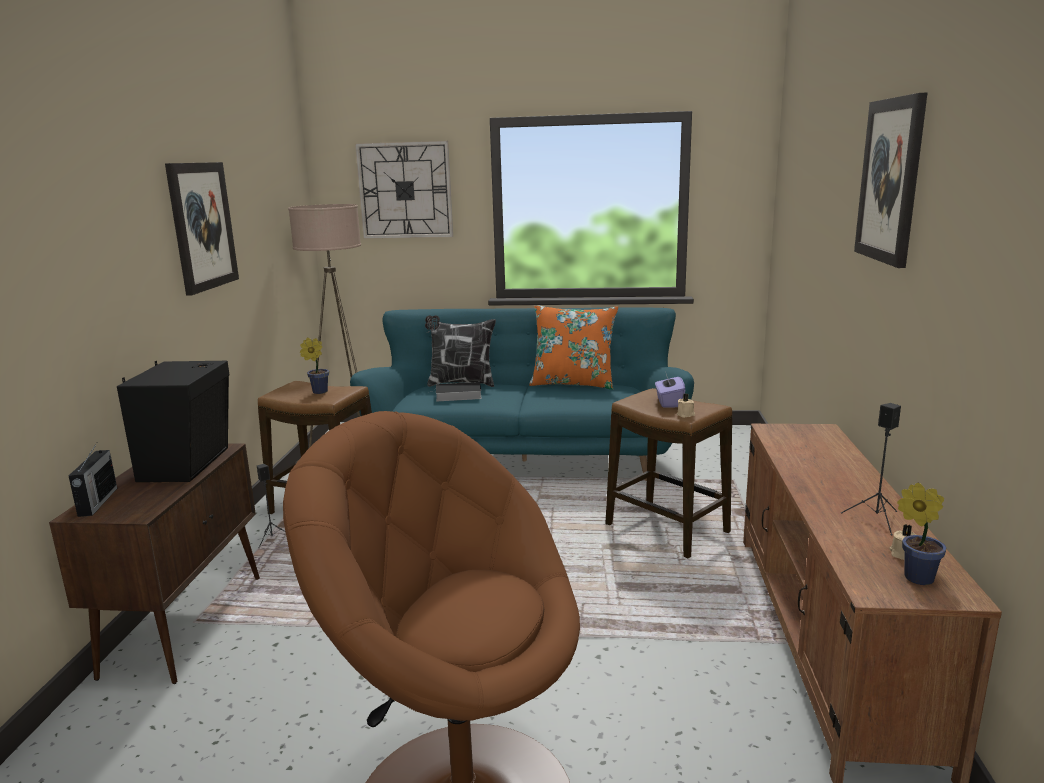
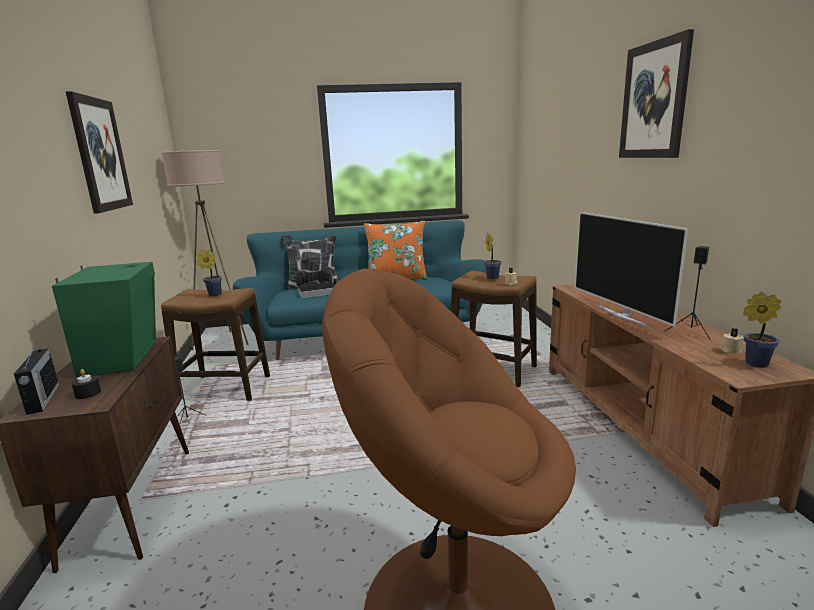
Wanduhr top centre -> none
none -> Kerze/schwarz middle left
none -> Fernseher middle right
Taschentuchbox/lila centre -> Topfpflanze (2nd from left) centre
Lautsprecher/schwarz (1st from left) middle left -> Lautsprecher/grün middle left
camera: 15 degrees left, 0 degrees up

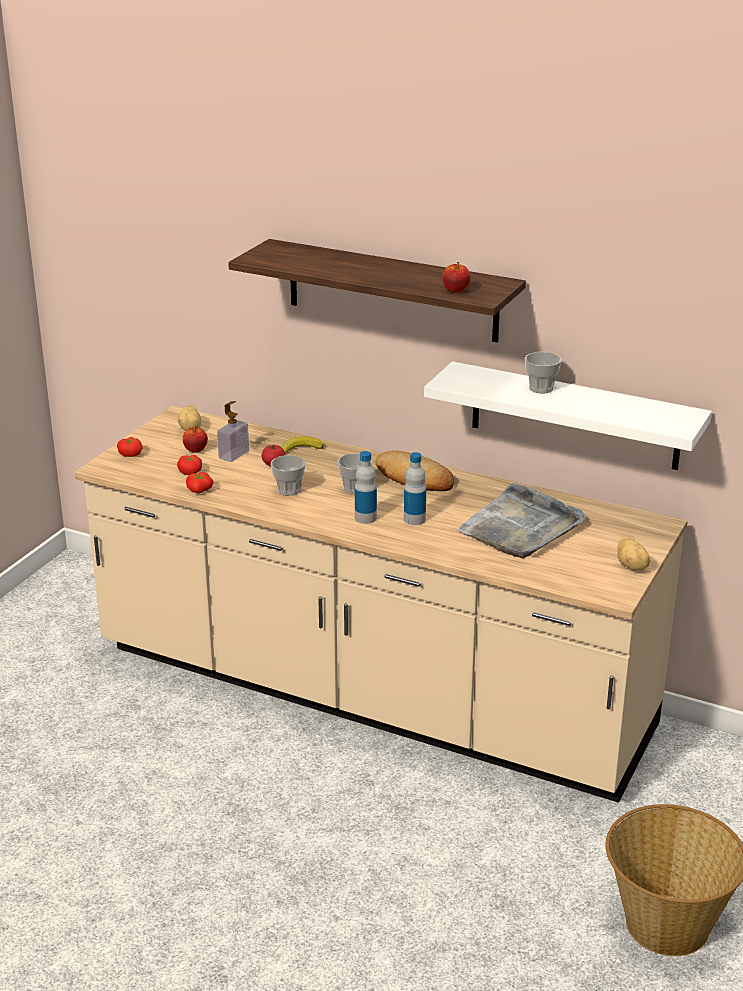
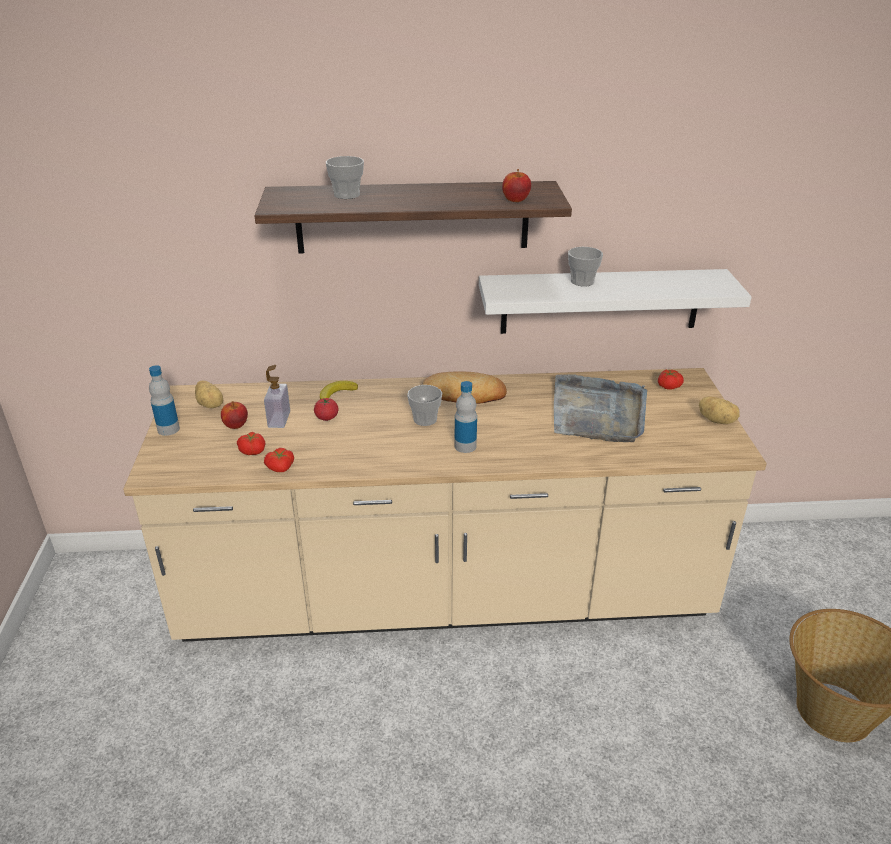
Tomate (1st from left in the first image) middle left -> Tomate (4th from left) middle right, move
Tasse (1st from left) centre -> Tasse (1st from left) top centre, move
Flasche (2nd from left in the first image) centre -> Flasche (1st from left) middle left, move
camera: 30 degrees left, 5 degrees up

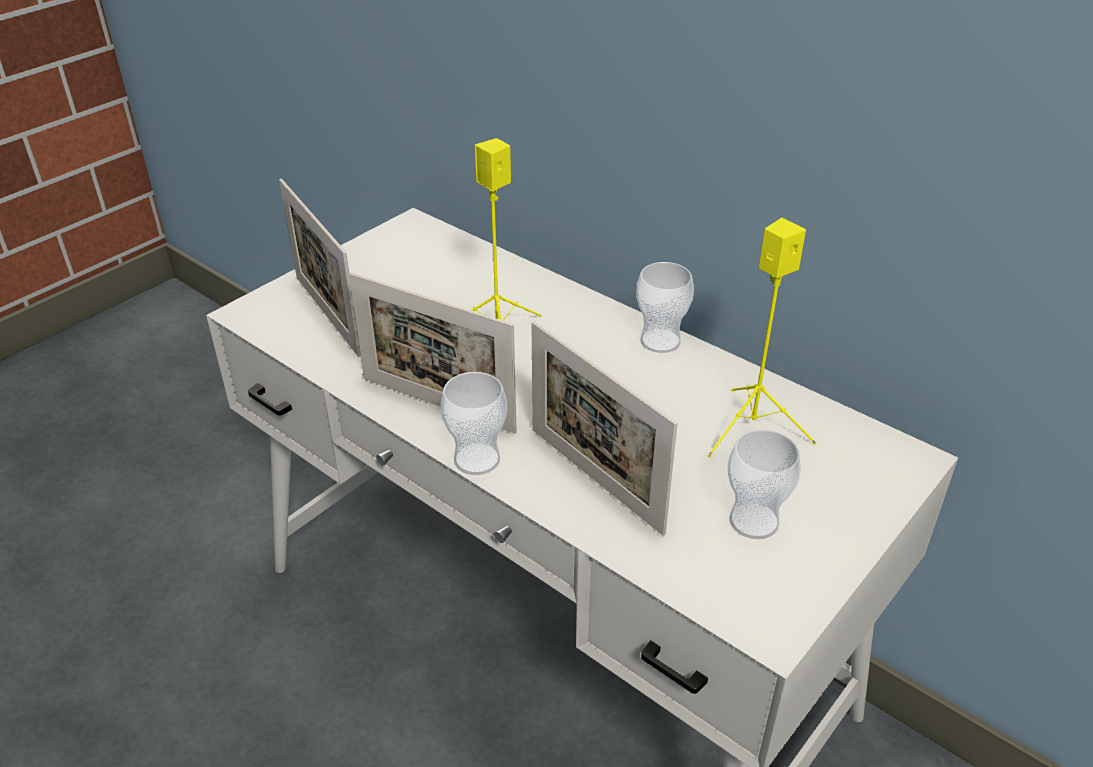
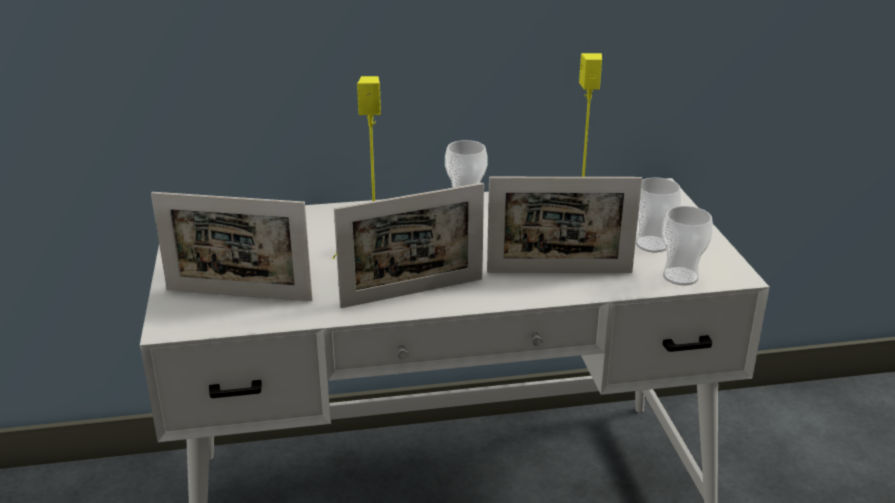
Tasse (1st from left in the first image) centre -> Tasse (3rd from left) middle right, move
camera: 50 degrees left, 10 degrees down

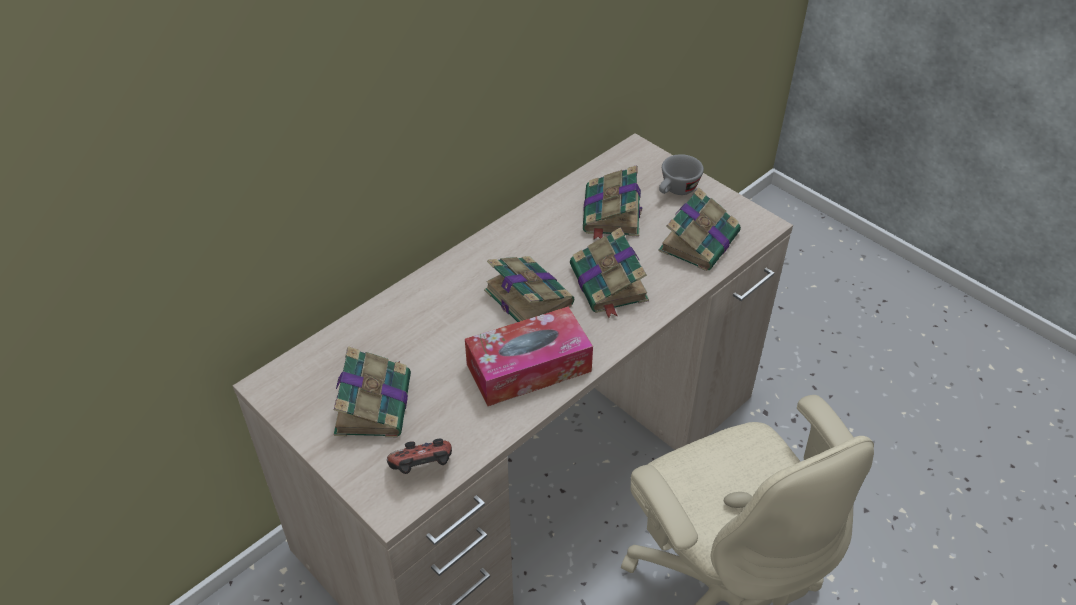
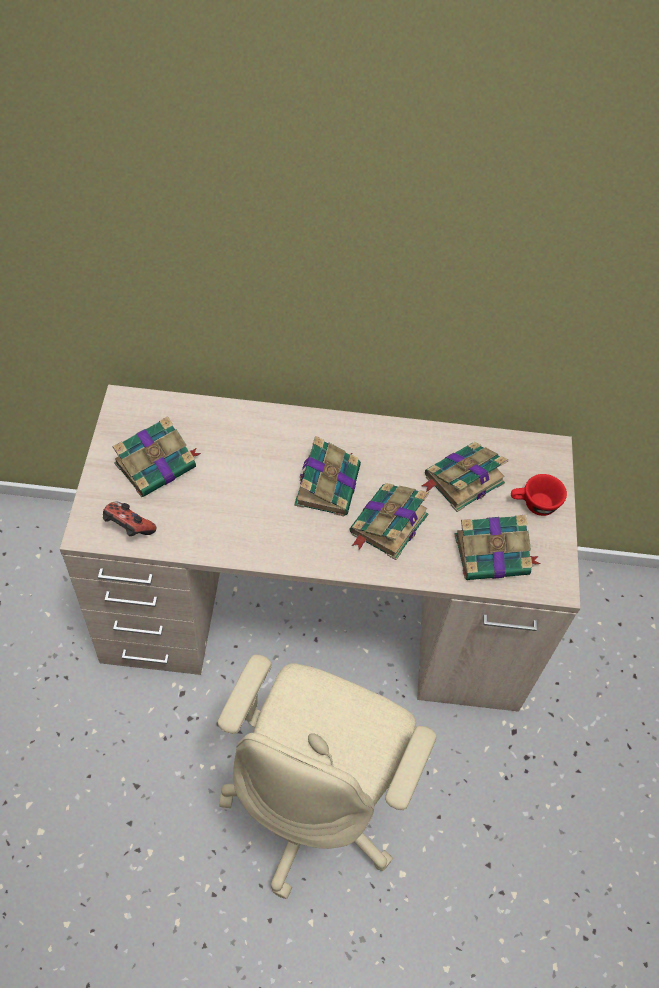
Taschentuchbox centre -> none
Tasse/grau top centre -> Tasse/rot middle right
camera: 45 degrees right, 10 degrees up

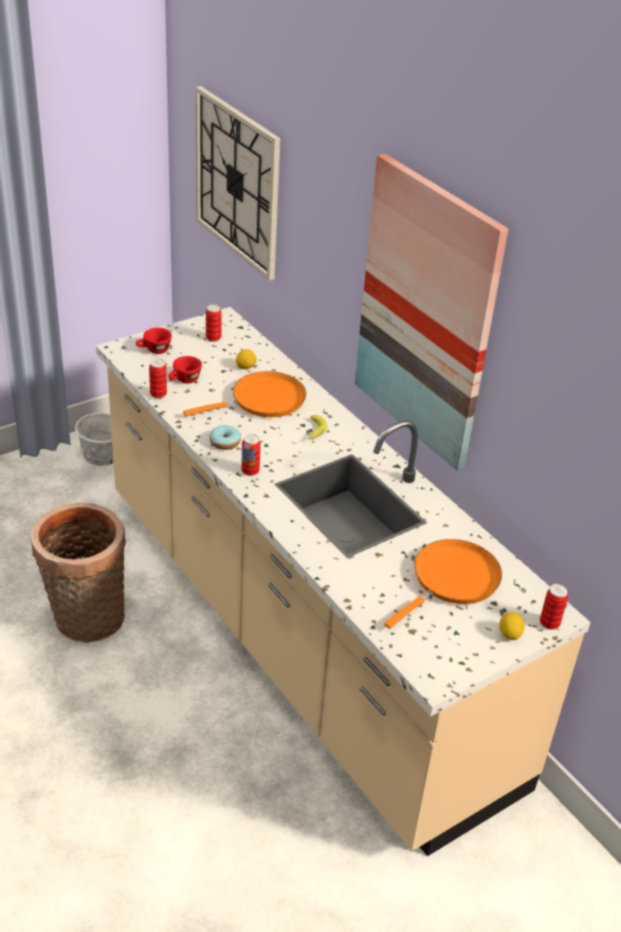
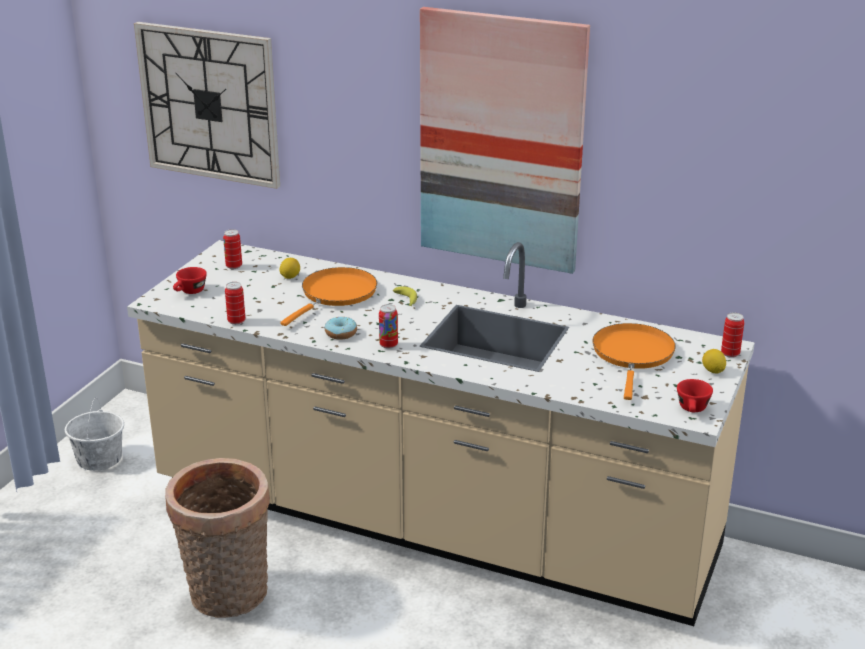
Tasse/rot (2nd from left) middle left -> Tasse/rot (2nd from left) middle right, move
camera: 30 degrees left, 10 degrees down

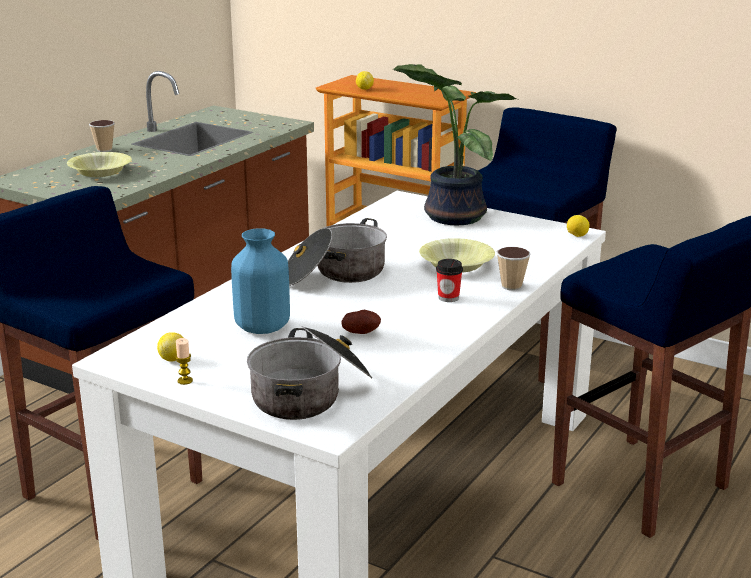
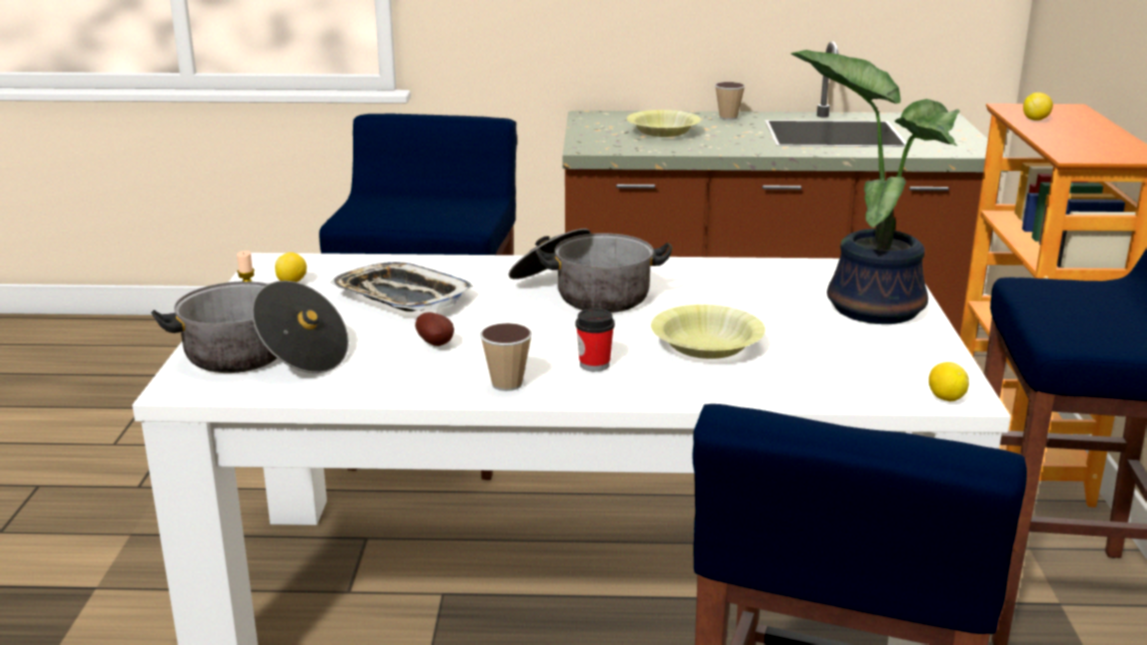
Tasse (3rd from left in the first image) middle right -> Tasse (1st from left) centre, move
Vase/blau centre -> Tablett centre
camera: 60 degrees right, 0 degrees up

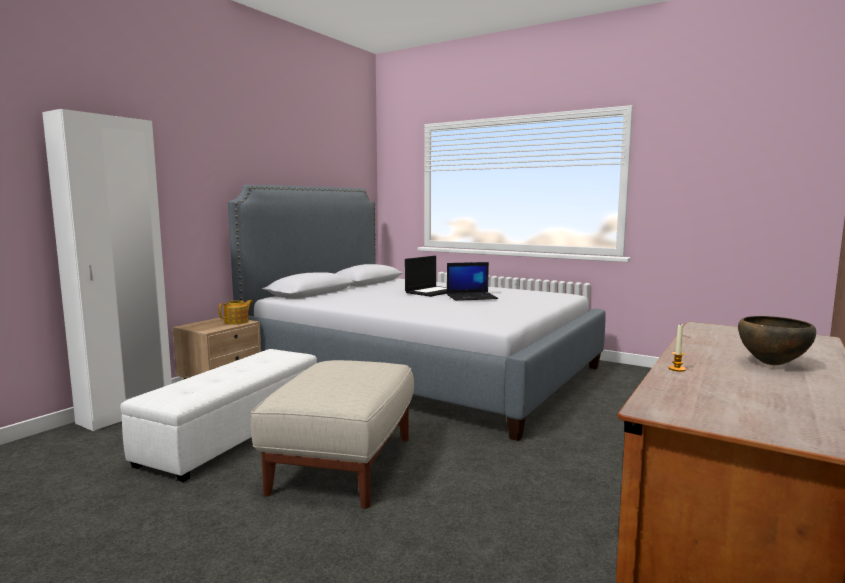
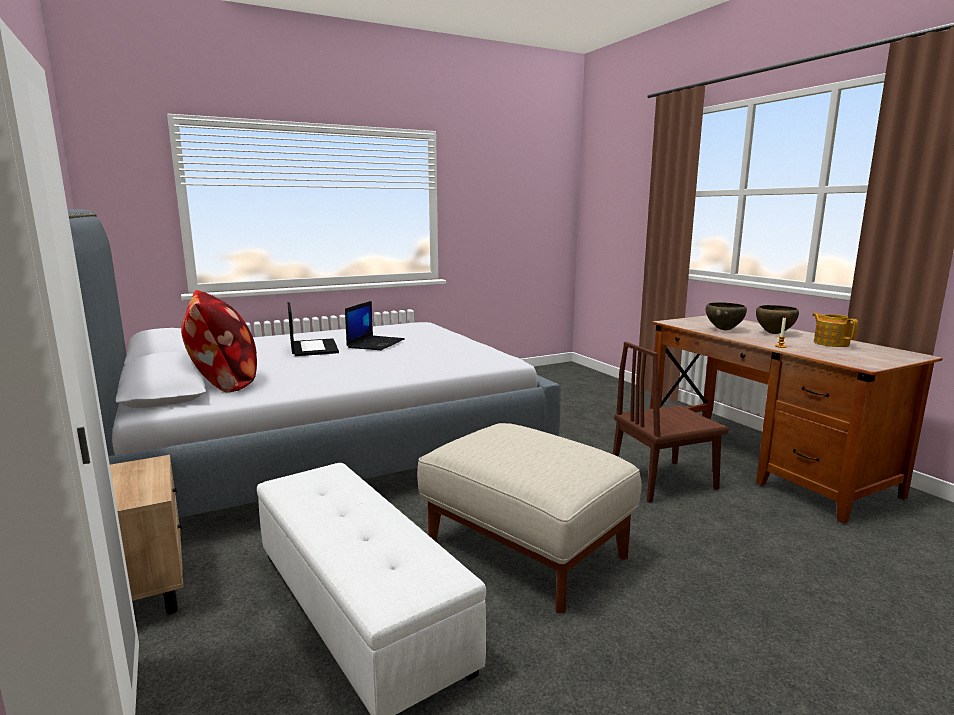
none -> Kissen middle left
none -> Stuhl/braun middle right
none -> Schüssel/braun (1st from left) middle right
Teekanne middle left -> Teekanne middle right, move
camera: 60 degrees left, 5 degrees up

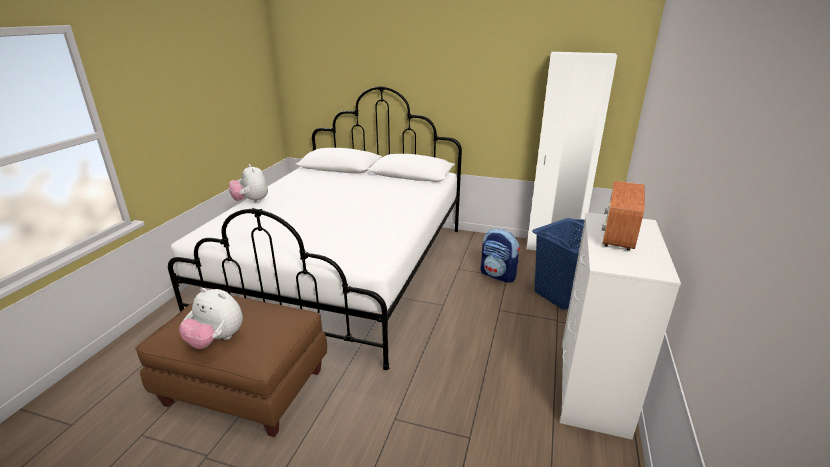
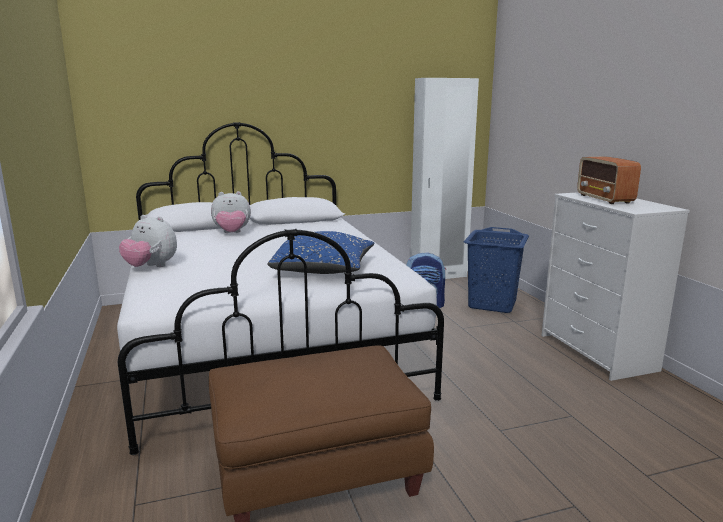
none -> Kissen/blau centre
Plüschtier (1st from left in the first image) bottom left -> Plüschtier (2nd from left) middle left, move
camera: 35 degrees left, 10 degrees down

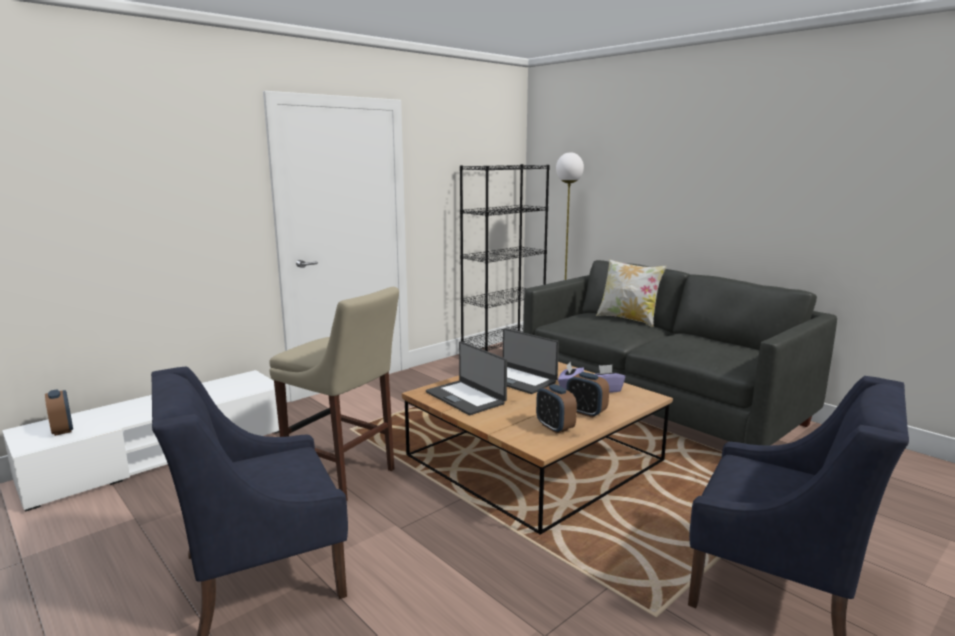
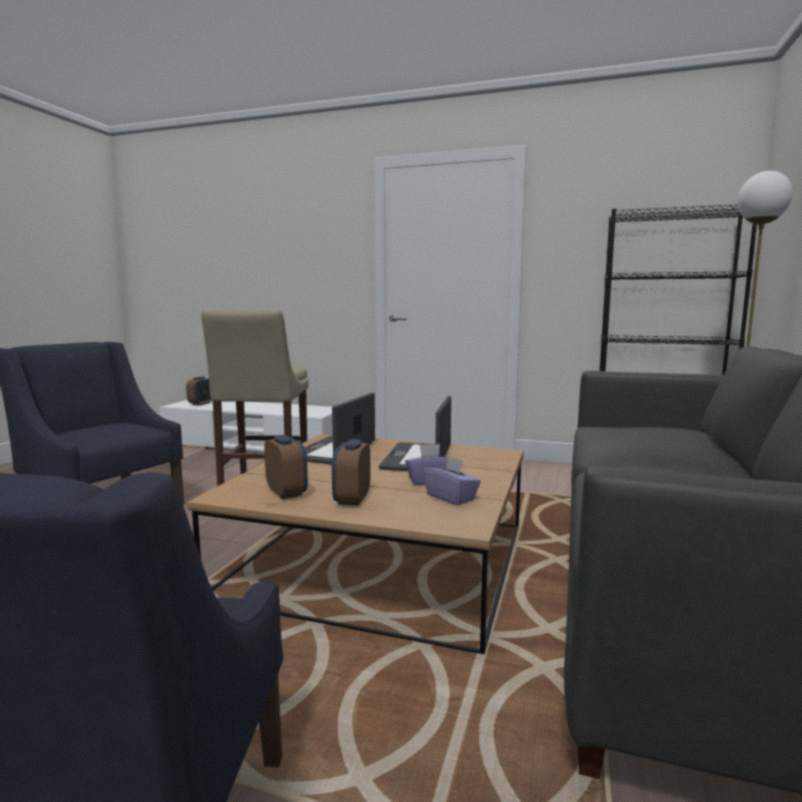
Kissen centre -> none
Wecker (2nd from left) centre, 120 degrees clockwise
camera: 60 degrees right, 5 degrees down

